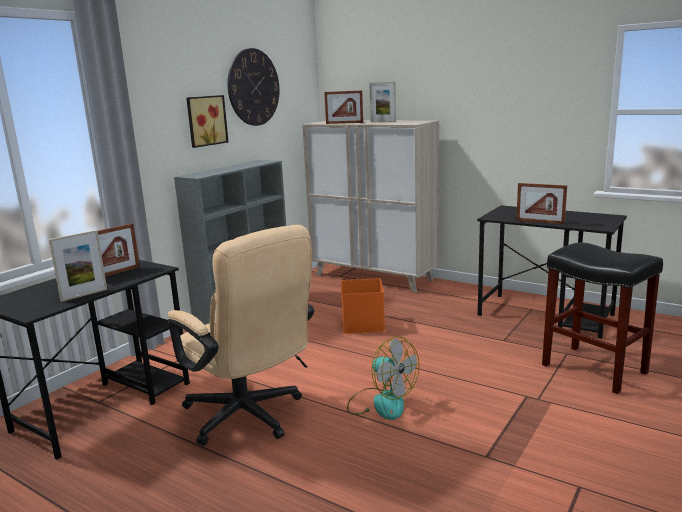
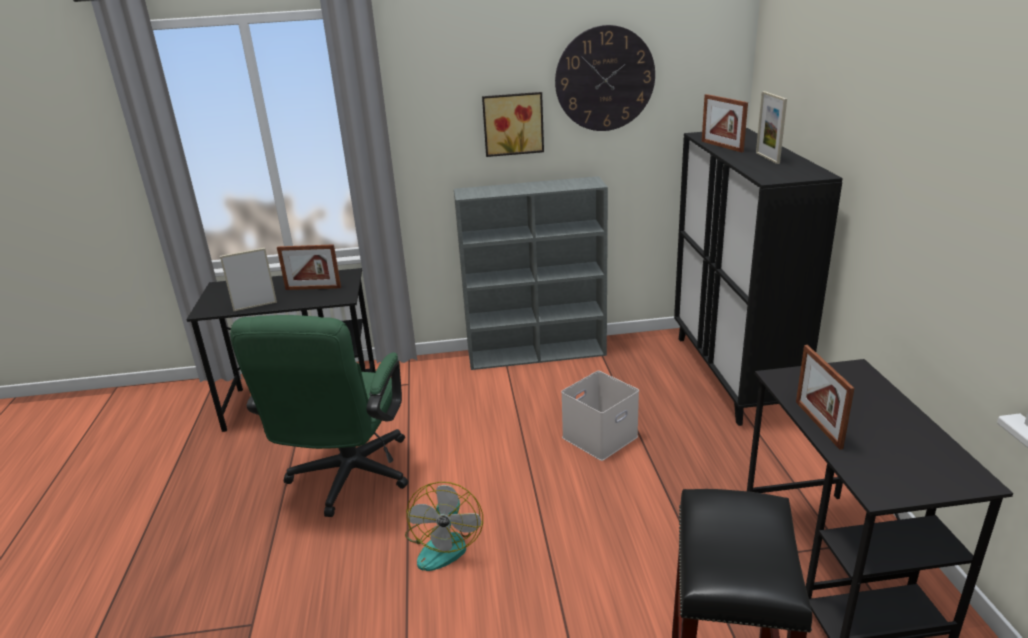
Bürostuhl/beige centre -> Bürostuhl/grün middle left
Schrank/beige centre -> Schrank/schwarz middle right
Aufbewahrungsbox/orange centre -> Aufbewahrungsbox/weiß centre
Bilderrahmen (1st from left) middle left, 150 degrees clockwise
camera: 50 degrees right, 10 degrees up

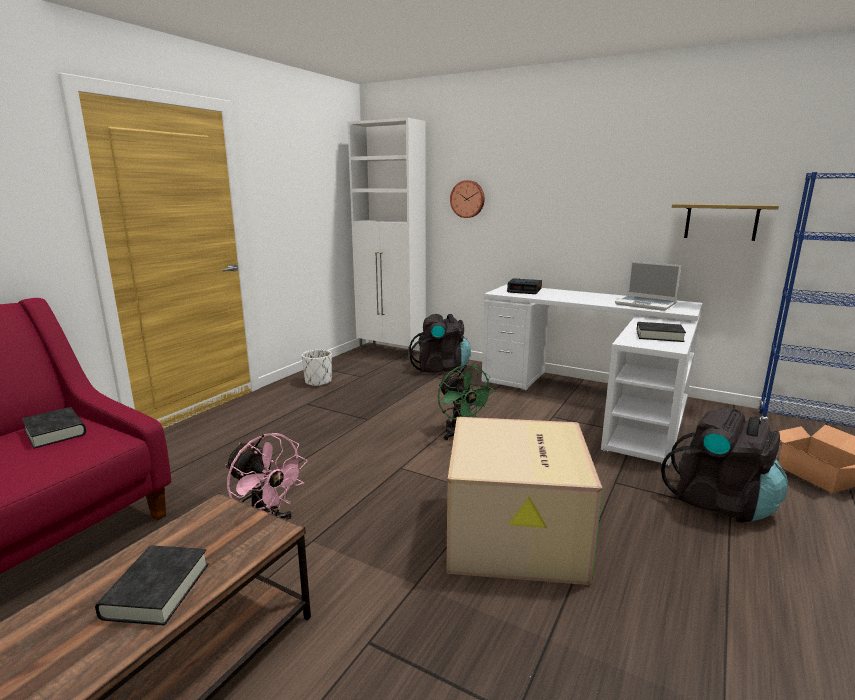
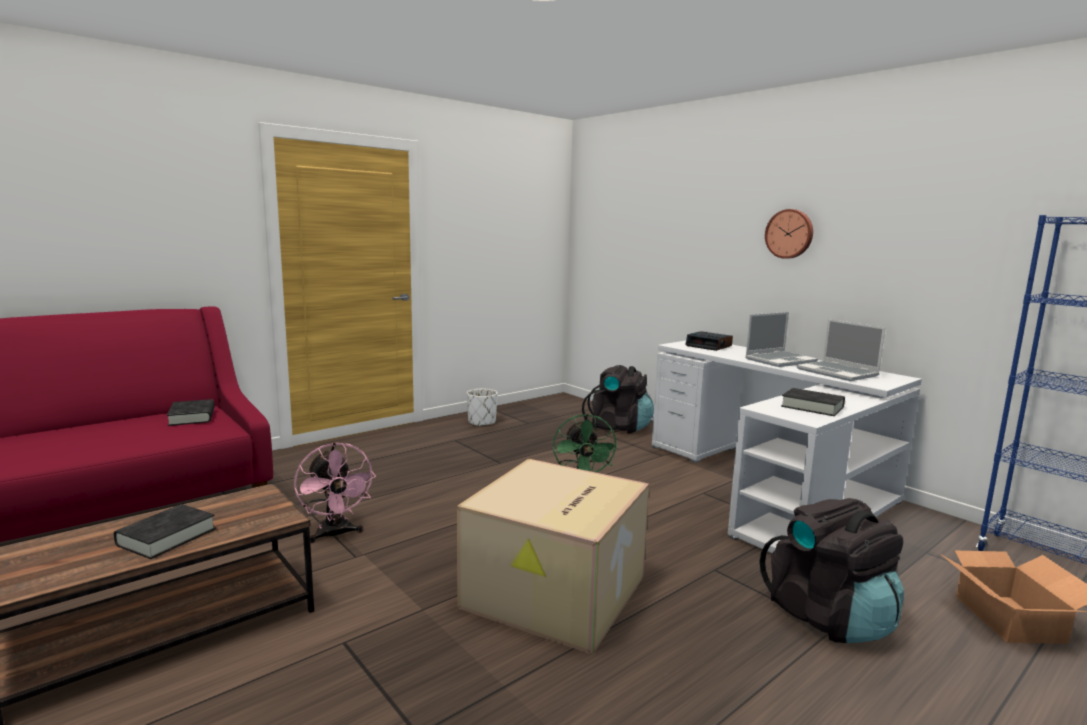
Schrank/weiß centre -> none
Wandregal top right -> none
none -> Laptop (1st from left) middle right
Wanduhr top centre -> Wanduhr top right, move
camera: 20 degrees right, 5 degrees down

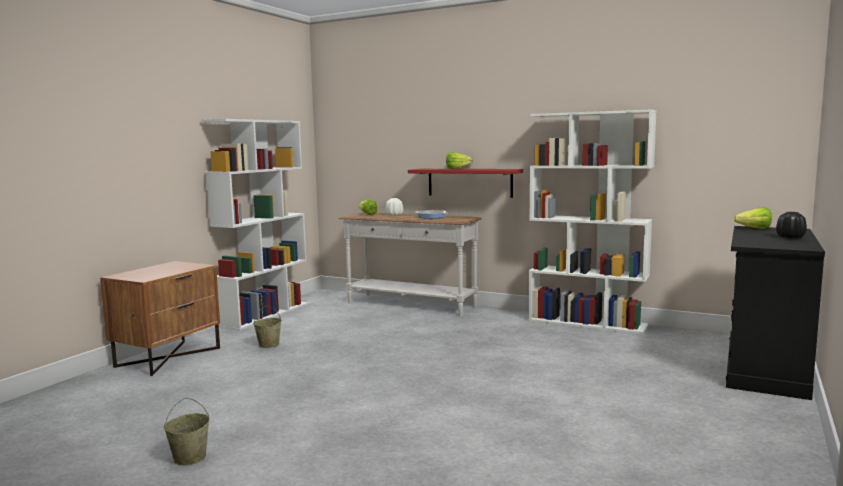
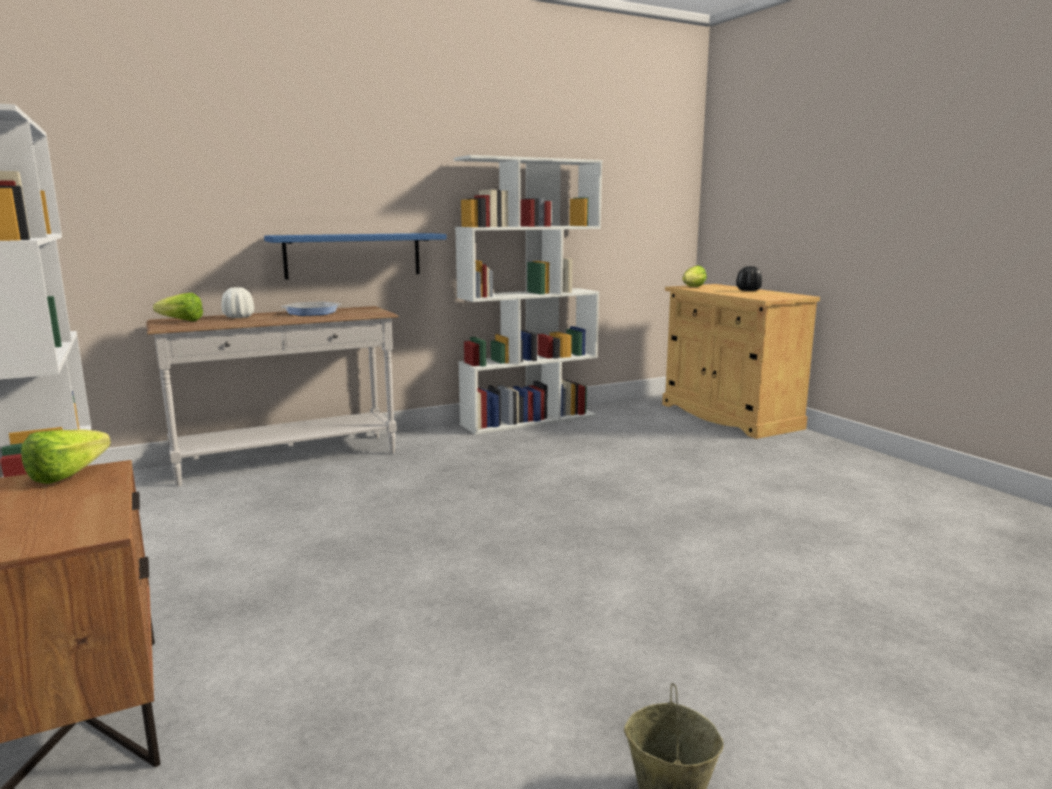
Eimer/beige (2nd from left) bottom left -> none
Salatkopf (2nd from left in the first image) top centre -> Salatkopf (1st from left) middle left, move
Wandregal/rot centre -> Wandregal/blau top centre
Schrank/schwarz middle right -> Schrank/beige middle right
camera: 55 degrees left, 5 degrees up

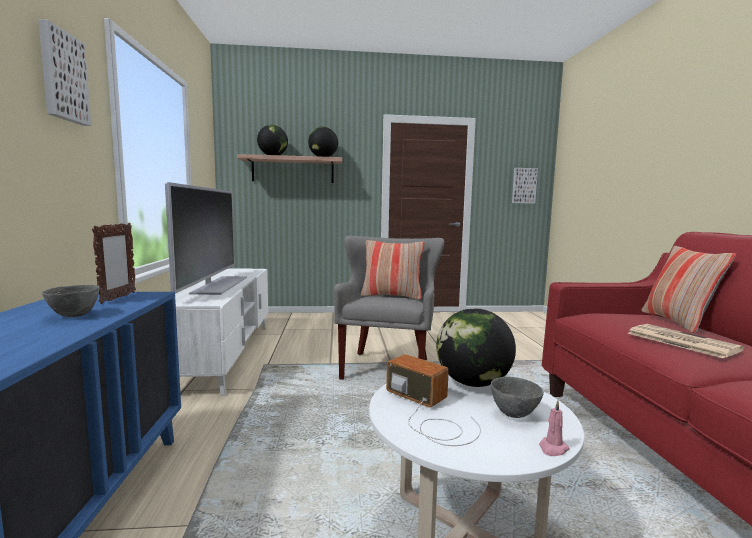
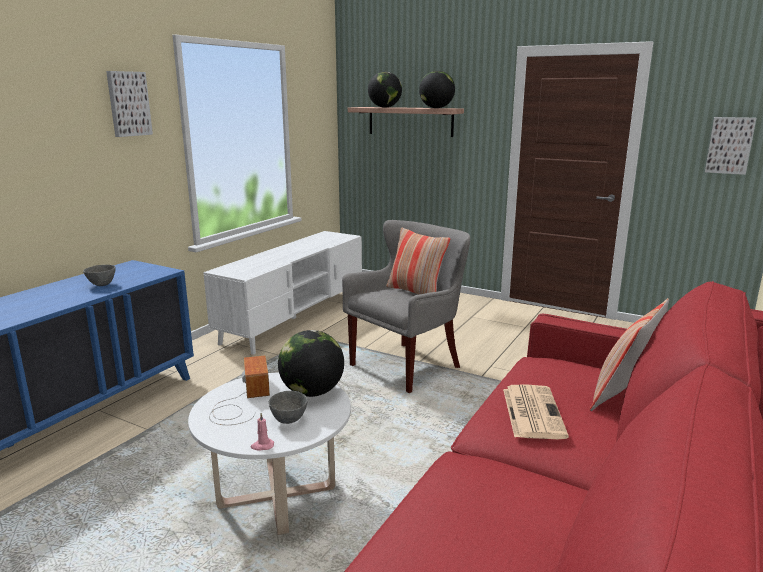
Bilderrahmen middle left -> none
Fernseher middle left -> none
camera: 35 degrees right, 10 degrees up

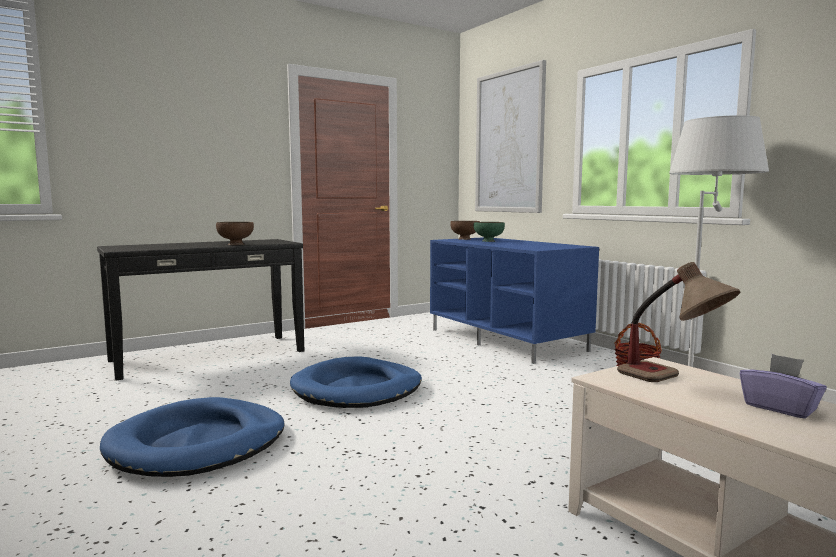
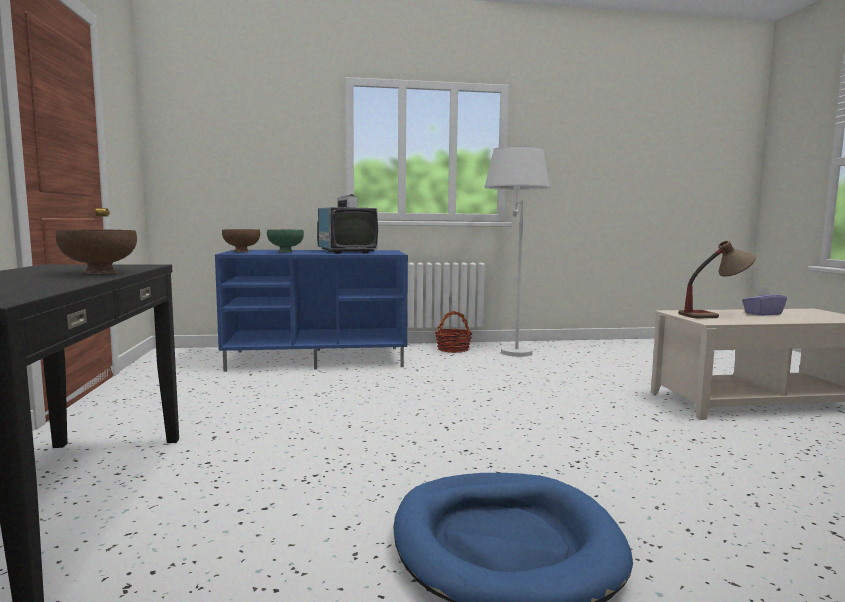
Hundebett/blau (2nd from left) bottom centre -> none
Bild top centre -> none
none -> Fernseher centre
camera: 65 degrees left, 0 degrees up

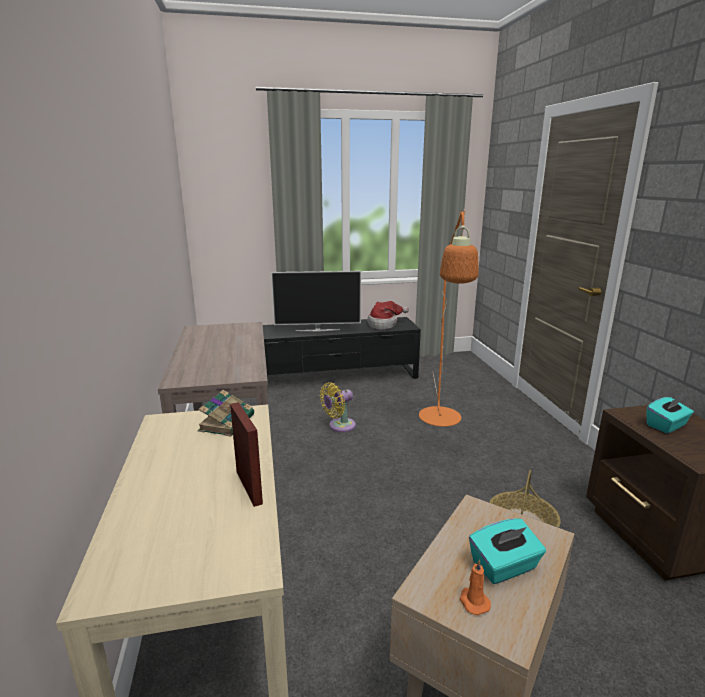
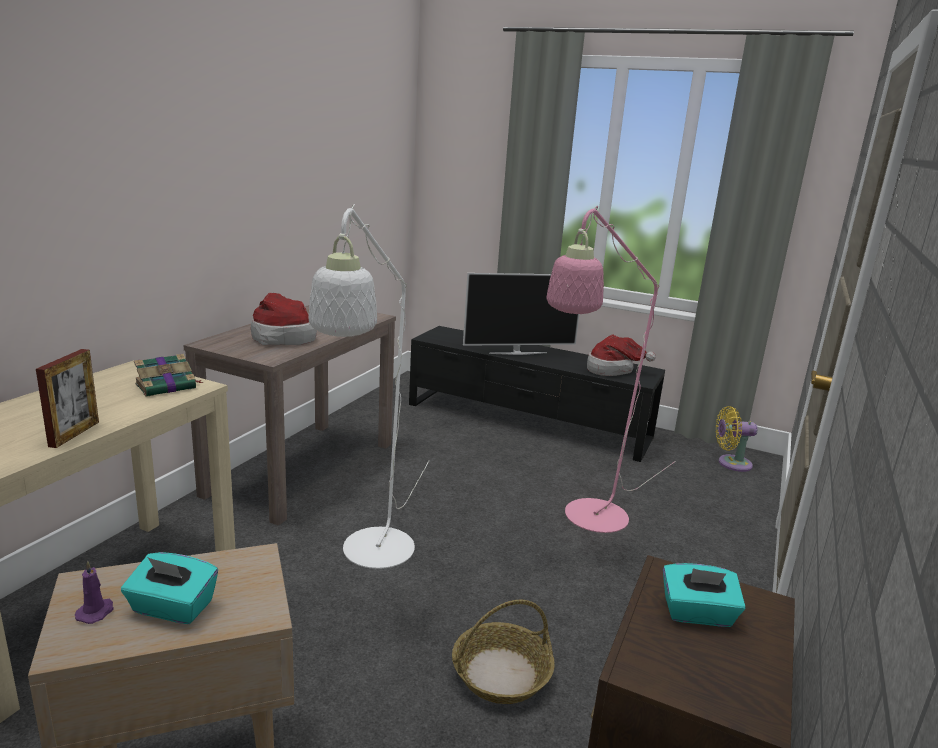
none -> Hut (1st from left) middle left
none -> Stehlampe/weiß centre
Ventilator/gelb centre -> Ventilator/gelb middle right, move
Stehlampe/orange centre -> Stehlampe/rosa centre
Kerze/orange bottom right -> Kerze/lila bottom left
Fernseher centre, 45 degrees counterclockwise
camera: 35 degrees right, 0 degrees up

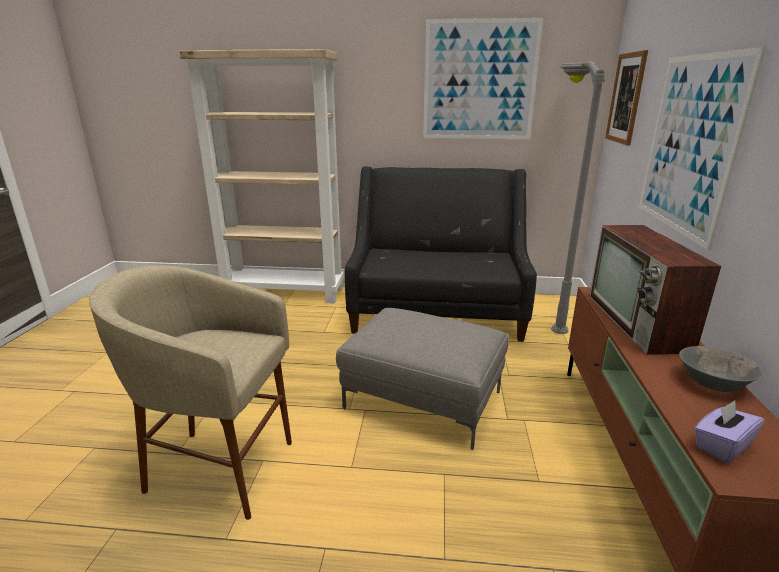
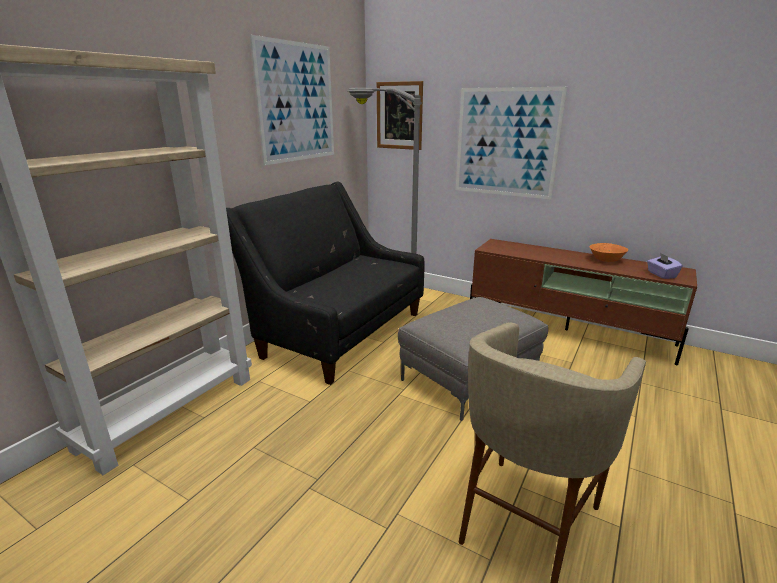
Fernseher middle right -> none
Schüssel/grau middle right -> Schüssel/orange middle right
camera: 65 degrees left, 0 degrees up

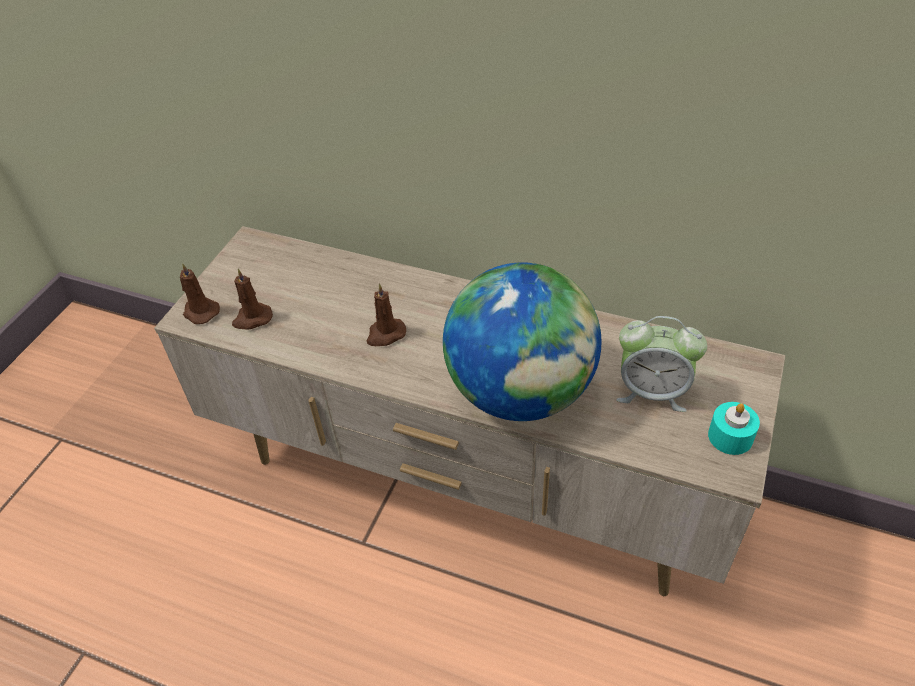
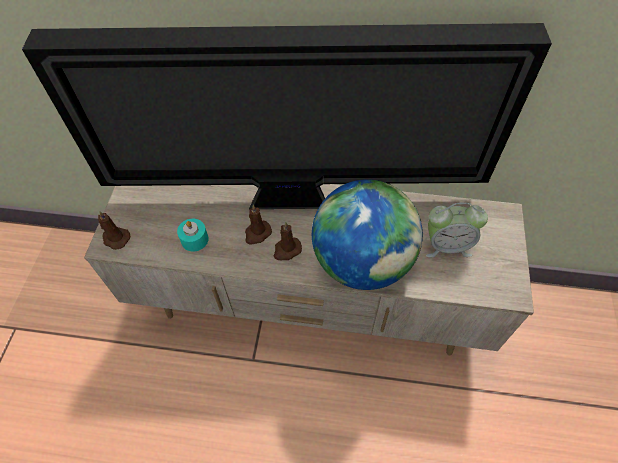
none -> Fernseher top centre
Kerze/braun (2nd from left in the first image) middle left -> Kerze/braun (3rd from left) centre, move
Kerze/türkis middle right -> Kerze/türkis middle left, move
camera: 15 degrees left, 10 degrees up

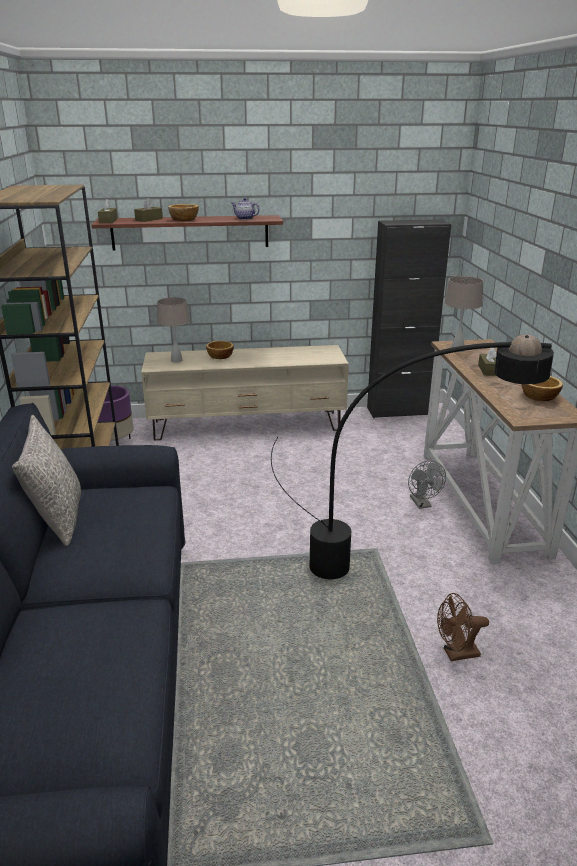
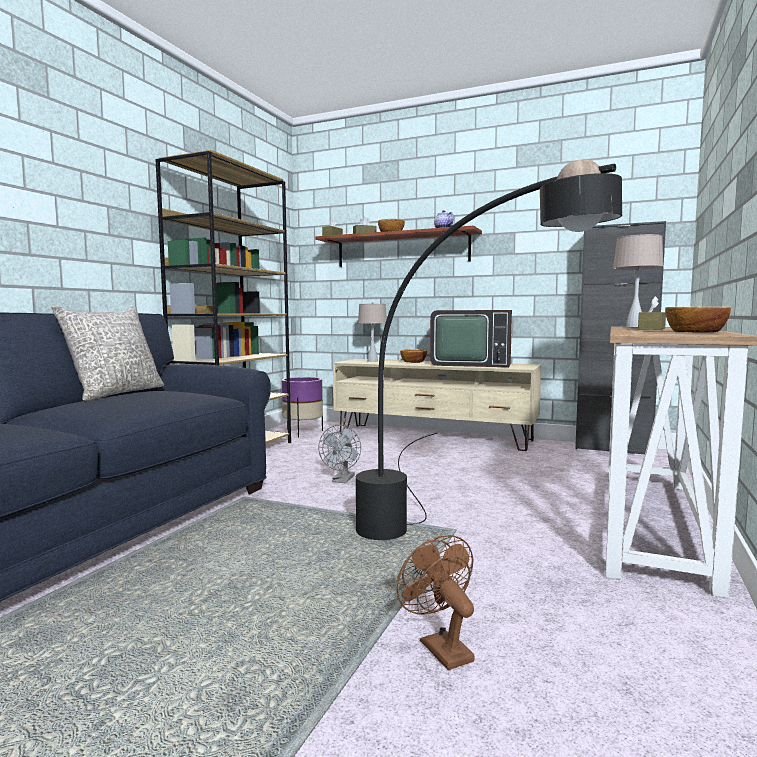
none -> Fernseher centre
Ventilator/grau middle right -> Ventilator/grau centre, move
Ventilator/braun bottom right -> Ventilator/braun bottom centre, 45 degrees clockwise
camera: 30 degrees right, 20 degrees down

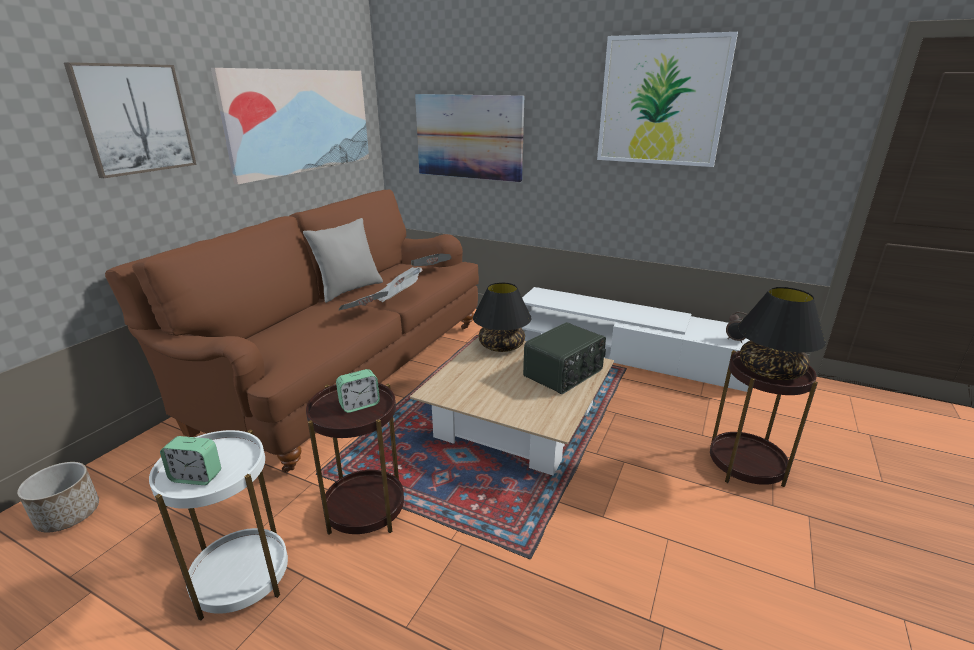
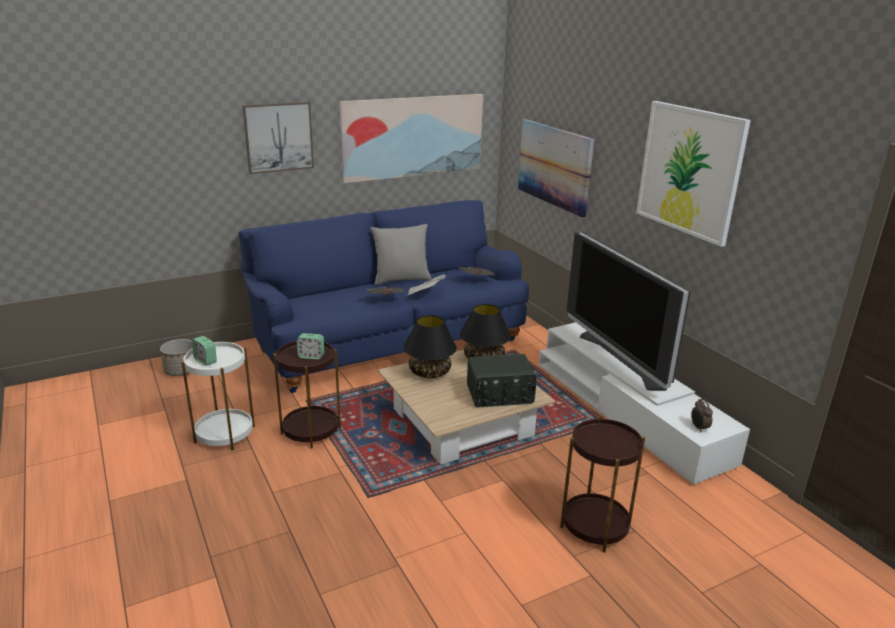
none -> Fernseher middle right
Tischlampe/schwarz (2nd from left in the first image) middle right -> Tischlampe/schwarz (1st from left) centre, move
Sofa/braun middle left -> Sofa/blau centre
camera: 35 degrees right, 0 degrees up

